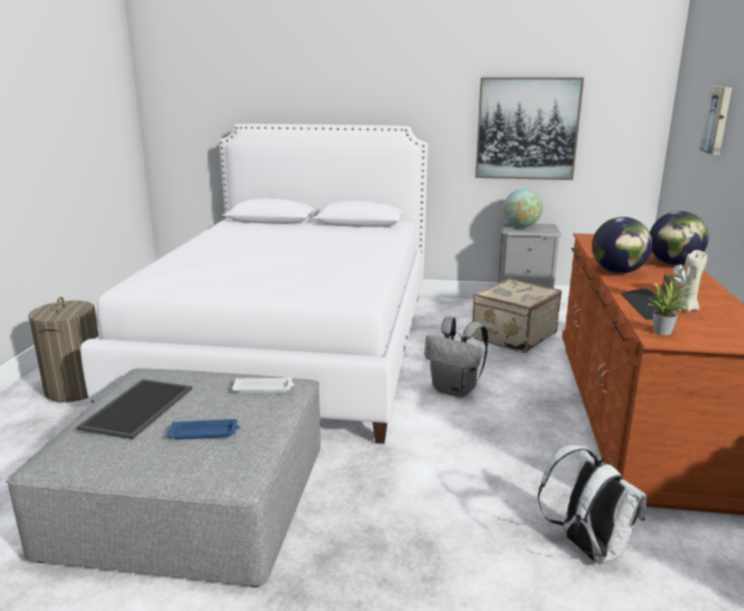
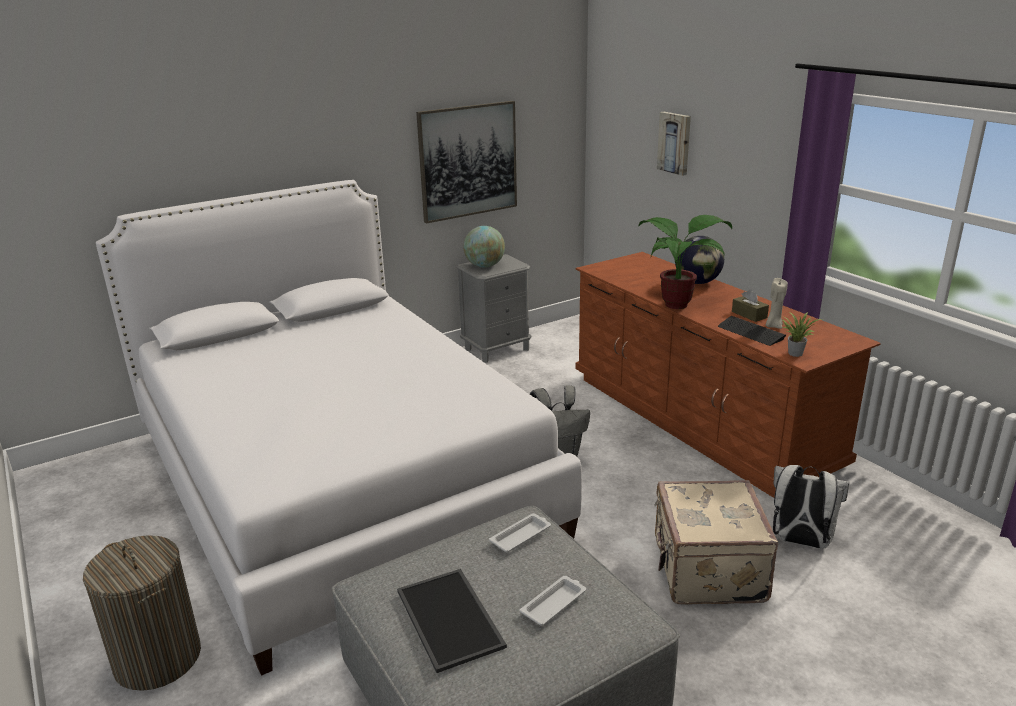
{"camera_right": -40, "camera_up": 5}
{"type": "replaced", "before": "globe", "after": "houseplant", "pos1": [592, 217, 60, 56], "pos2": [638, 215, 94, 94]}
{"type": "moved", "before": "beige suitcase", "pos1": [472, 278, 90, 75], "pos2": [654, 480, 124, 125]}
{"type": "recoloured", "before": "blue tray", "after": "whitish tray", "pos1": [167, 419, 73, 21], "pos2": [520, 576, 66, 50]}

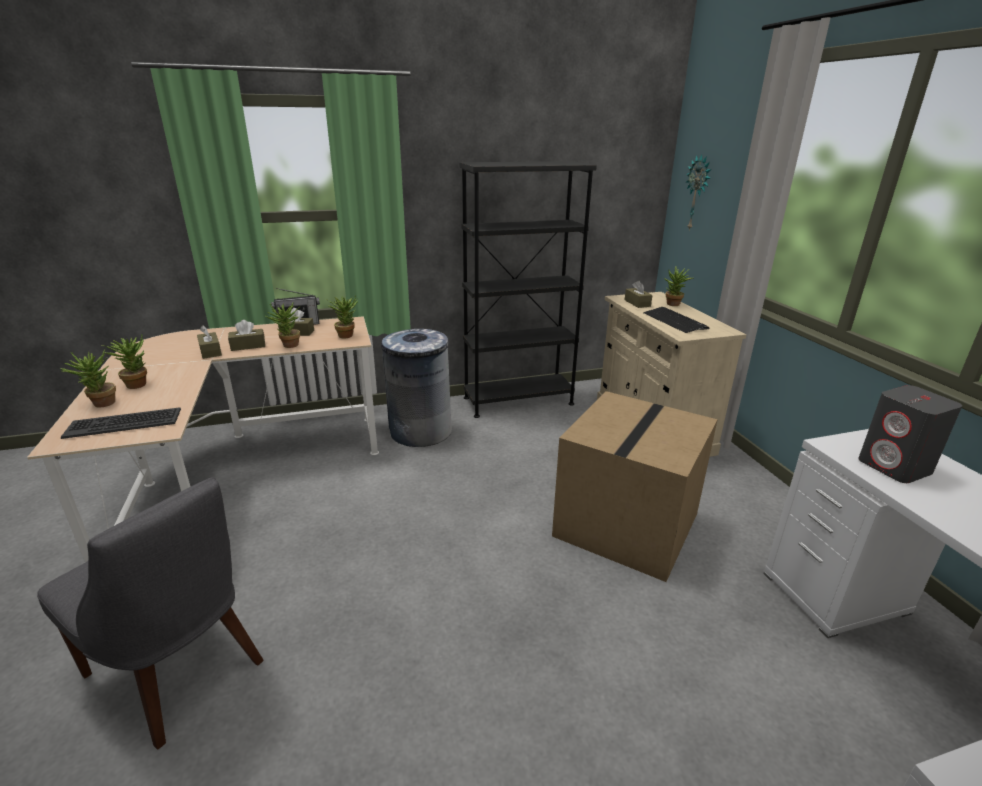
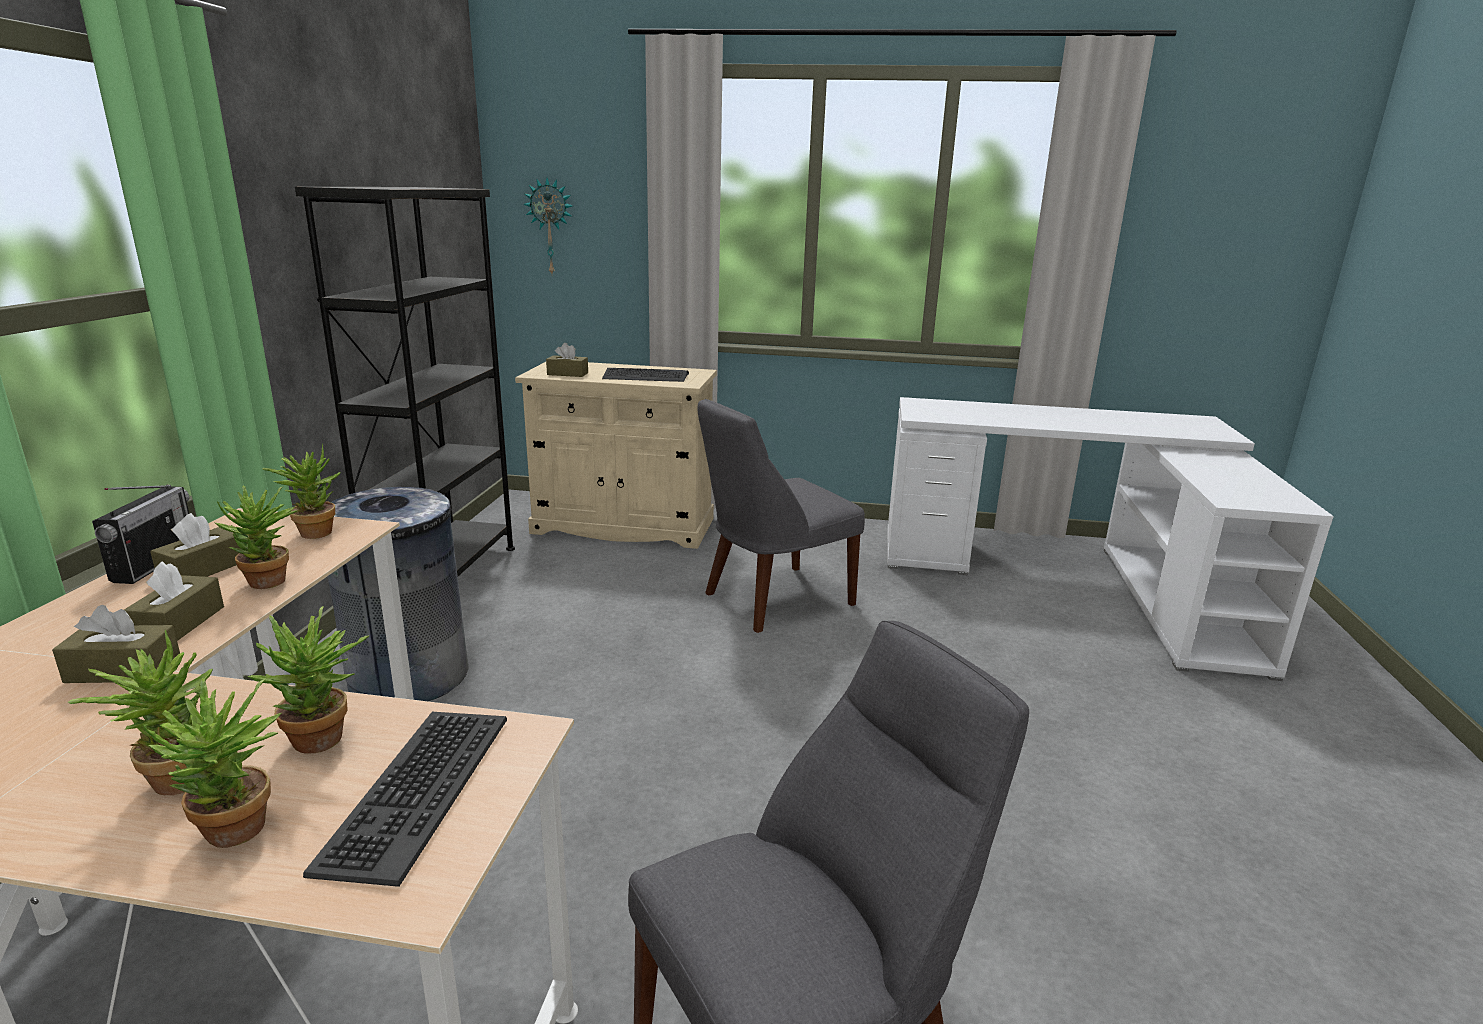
{"camera_right": -65, "camera_up": -5}
{"type": "moved", "before": "houseplant", "pos1": [663, 266, 31, 40], "pos2": [247, 606, 123, 148]}
{"type": "removed", "before": "gray loudspeaker", "pos1": [858, 385, 104, 98]}
{"type": "replaced", "before": "packing box", "after": "gray upright chair", "pos1": [552, 391, 166, 191], "pos2": [698, 399, 167, 234]}

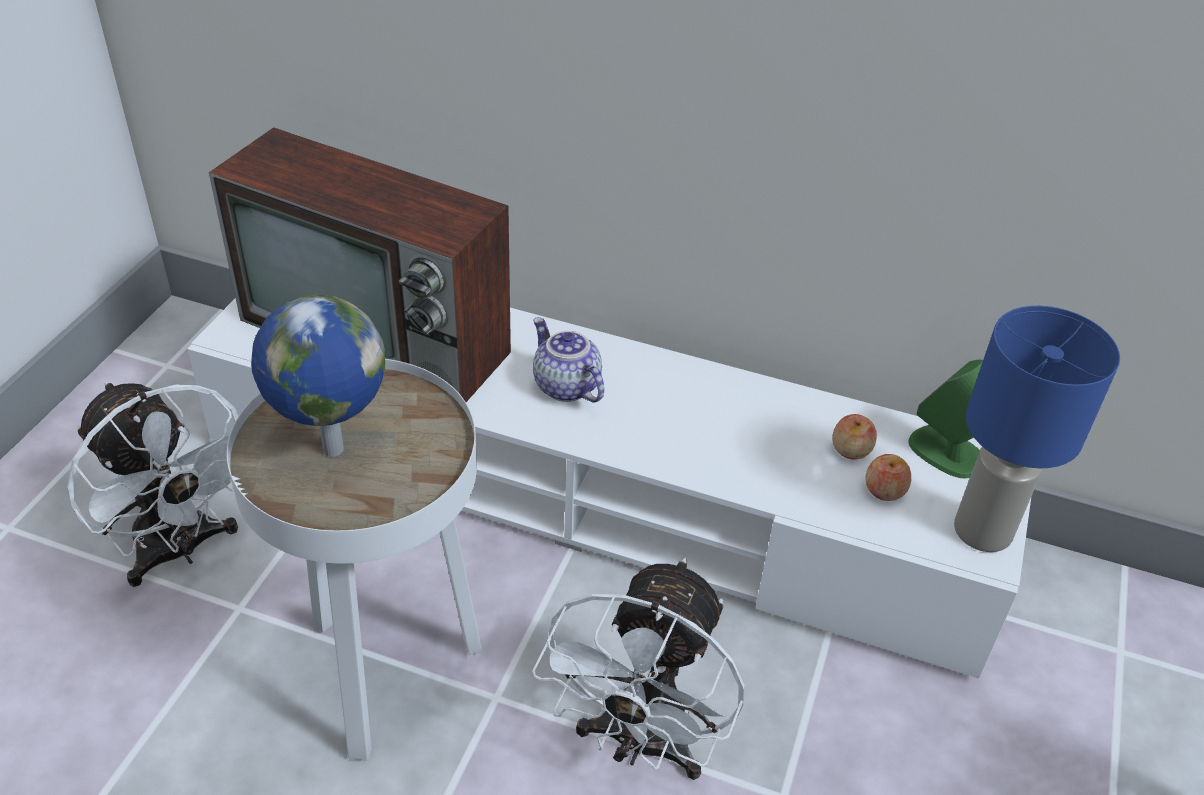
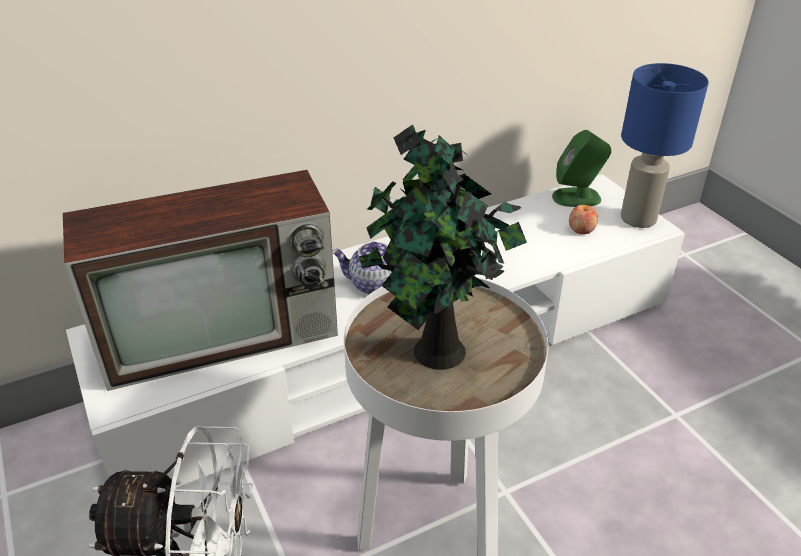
{"camera_right": -45, "camera_up": -5}
{"type": "replaced", "before": "globe", "after": "houseplant", "pos1": [251, 295, 134, 162], "pos2": [359, 124, 168, 246]}
{"type": "removed", "before": "apple fruit", "pos1": [832, 414, 45, 46]}
{"type": "removed", "before": "whitish electric fan", "pos1": [532, 558, 212, 222]}

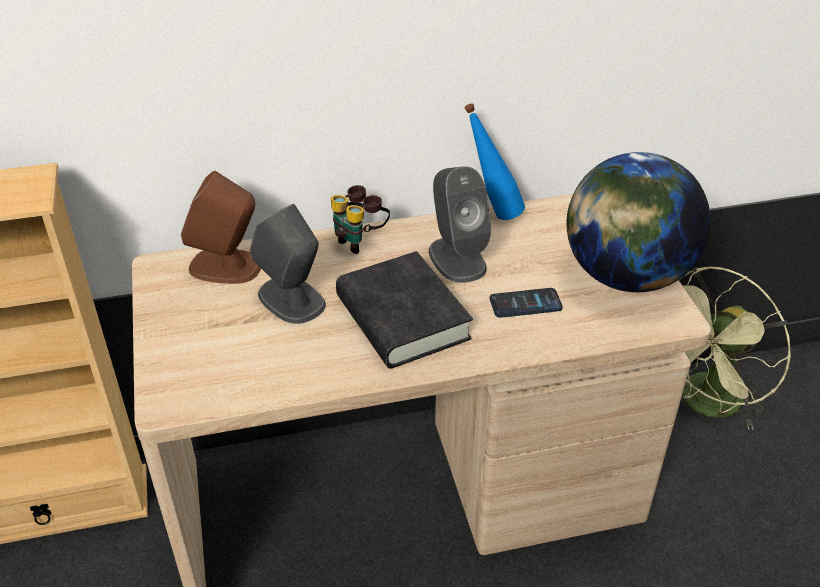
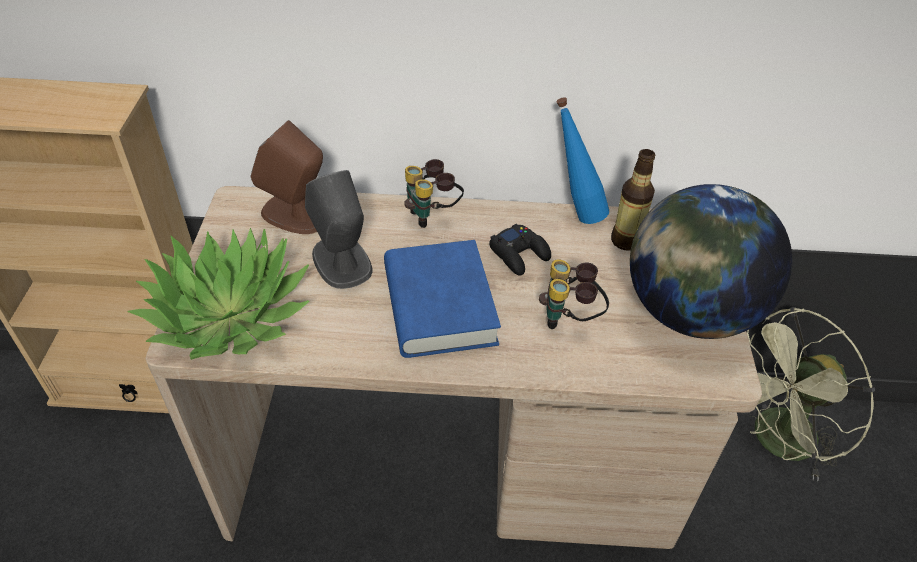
{"camera_right": 15, "camera_up": 5}
{"type": "replaced", "before": "gray loudspeaker", "after": "black game controller", "pos1": [429, 166, 62, 117], "pos2": [489, 224, 62, 52]}
{"type": "recoloured", "before": "black volume", "after": "blue volume", "pos1": [336, 251, 137, 117], "pos2": [384, 240, 117, 118]}
{"type": "replaced", "before": "telephone", "after": "binoculars", "pos1": [490, 288, 73, 30], "pos2": [539, 259, 70, 70]}
{"type": "added", "after": "bottle", "pos2": [611, 149, 44, 102]}
{"type": "added", "after": "houseplant", "pos2": [128, 228, 182, 132]}

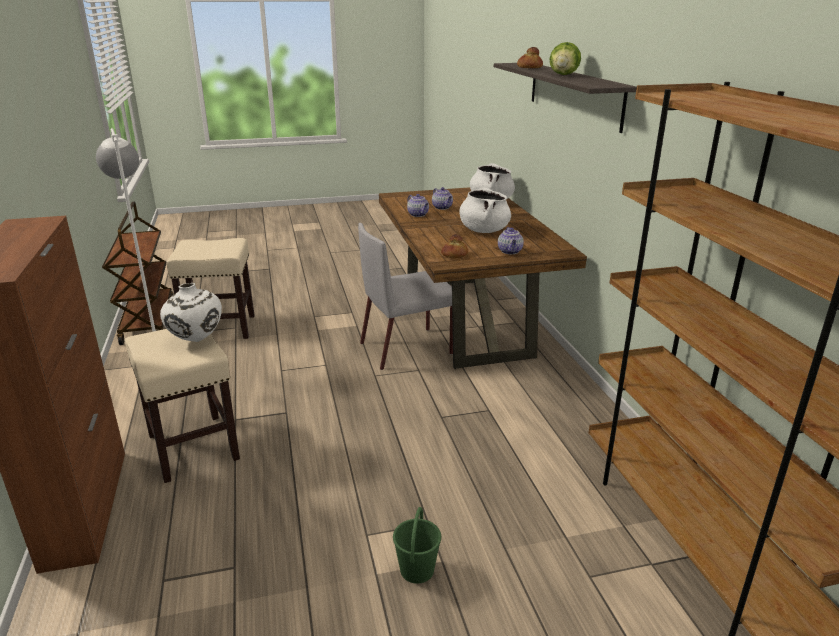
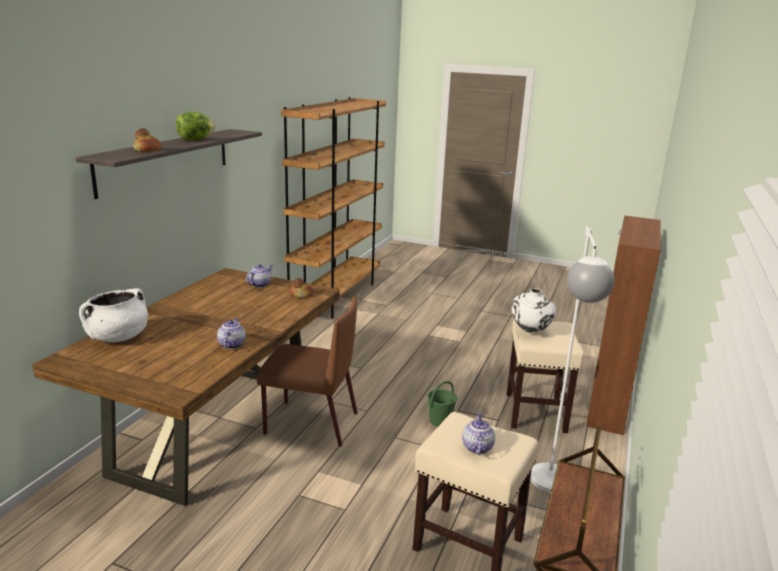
{"camera_right": -145, "camera_up": -5}
{"type": "moved", "before": "teapot", "pos1": [432, 187, 21, 23], "pos2": [462, 413, 33, 42]}
{"type": "removed", "before": "whitish cooking pot", "pos1": [459, 187, 52, 46]}
{"type": "recoloured", "before": "gray upright chair", "after": "brownish upright chair", "pos1": [358, 223, 95, 147], "pos2": [257, 296, 101, 151]}
{"type": "moved", "before": "greenish pail", "pos1": [393, 507, 48, 77], "pos2": [427, 381, 30, 46]}

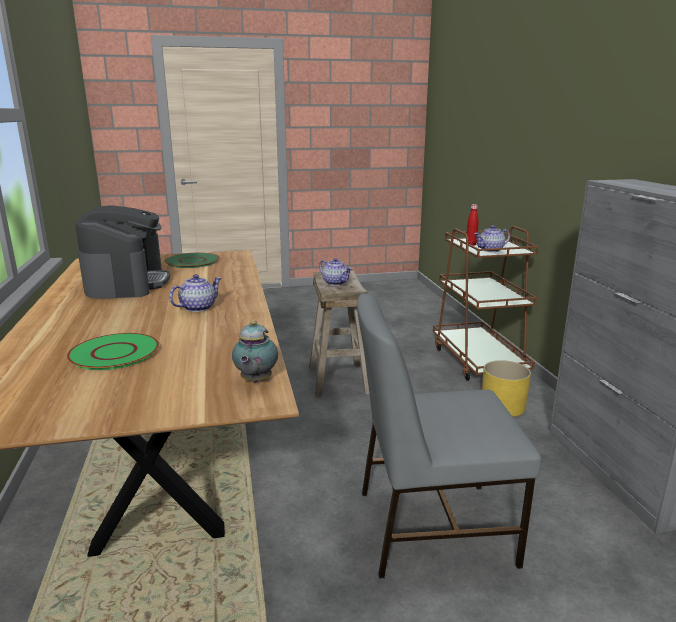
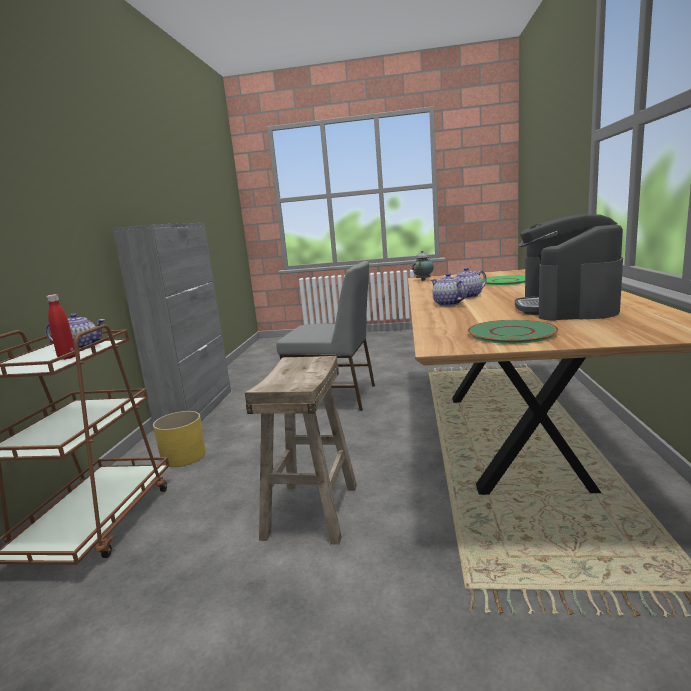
{"camera_right": -160, "camera_up": -5}
{"type": "moved", "before": "teapot", "pos1": [319, 258, 33, 28], "pos2": [431, 273, 37, 33]}

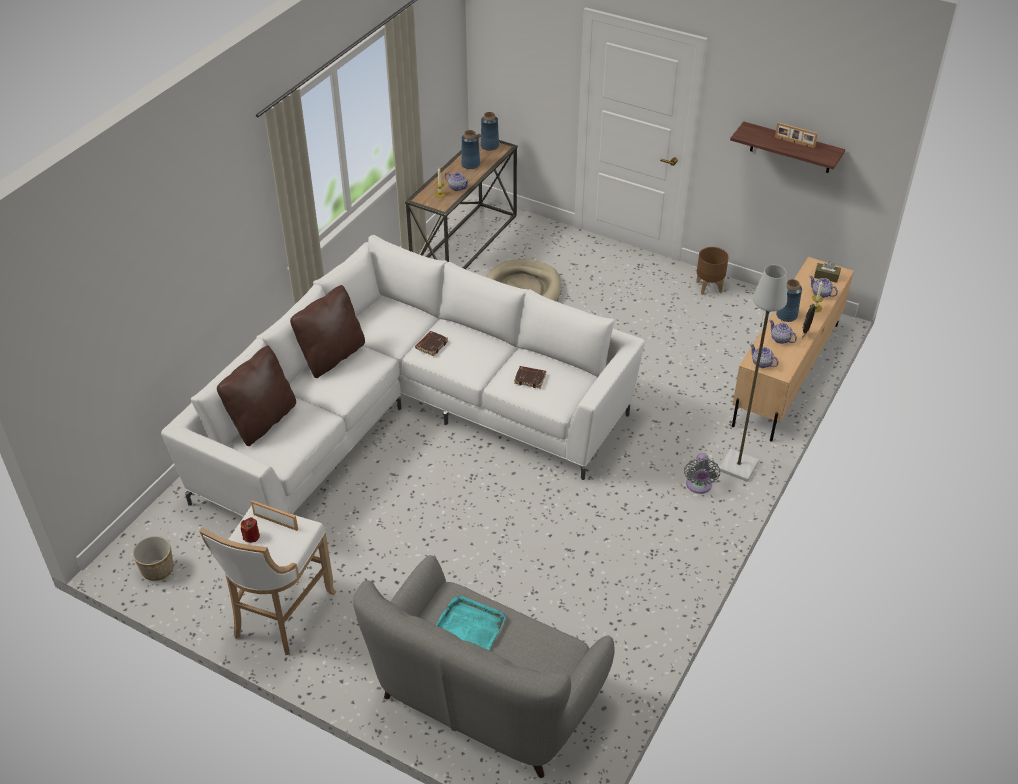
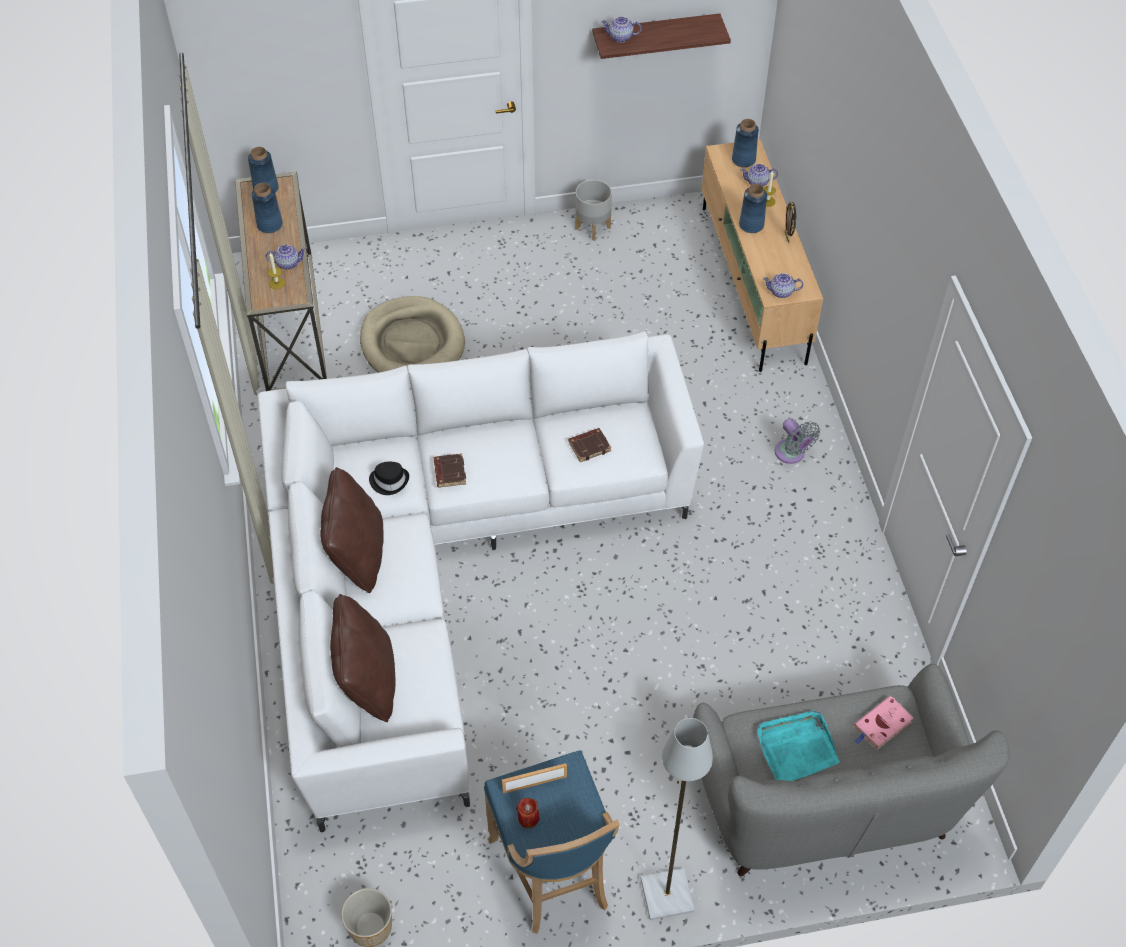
{"camera_right": -40, "camera_up": 10}
{"type": "removed", "before": "standing frame", "pos1": [775, 122, 43, 26]}
{"type": "recoloured", "before": "brownish planter", "after": "gray planter", "pos1": [696, 247, 33, 48], "pos2": [575, 180, 37, 61]}
{"type": "replaced", "before": "brownish tissue holder", "after": "blue flower vase", "pos1": [814, 262, 27, 21], "pos2": [732, 119, 27, 49]}
{"type": "moved", "before": "gray standing lamp", "pos1": [718, 265, 69, 217], "pos2": [640, 718, 73, 202]}
{"type": "moved", "before": "teapot", "pos1": [769, 320, 28, 24], "pos2": [601, 16, 41, 26]}
{"type": "recoloured", "before": "whitish stool seat", "after": "blue stool seat", "pos1": [199, 506, 137, 149], "pos2": [484, 750, 136, 184]}
{"type": "added", "after": "black wearable hat", "pos2": [369, 462, 40, 33]}
{"type": "added", "after": "pink volume", "pos2": [853, 696, 61, 54]}

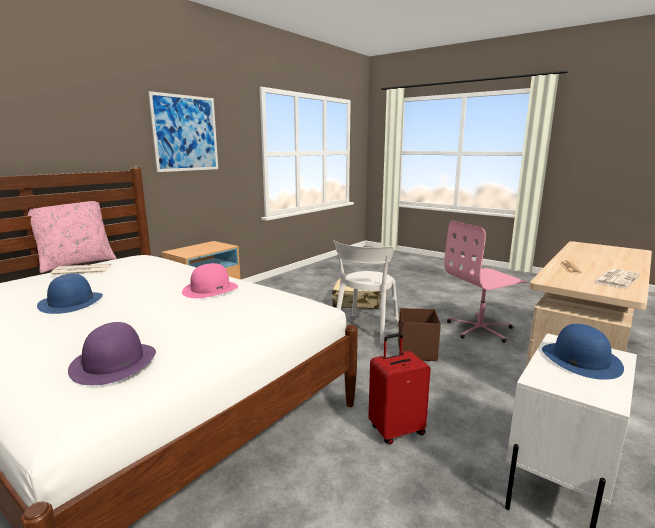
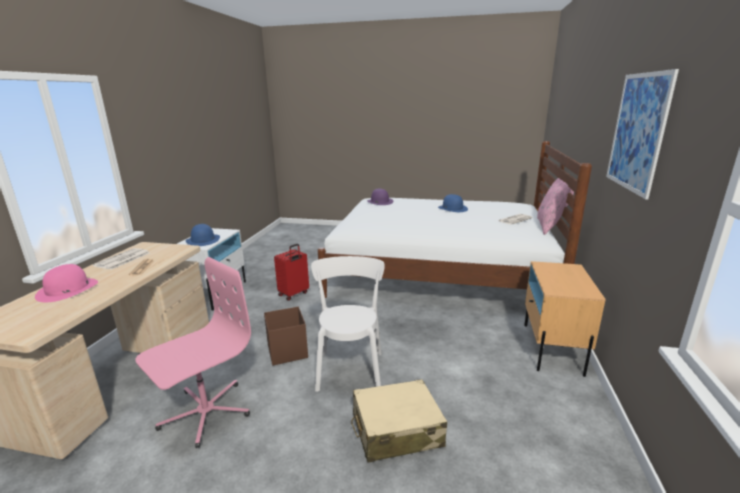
{"camera_right": 155, "camera_up": 5}
{"type": "moved", "before": "pink wearable hat", "pos1": [182, 263, 56, 35], "pos2": [35, 264, 63, 38]}

